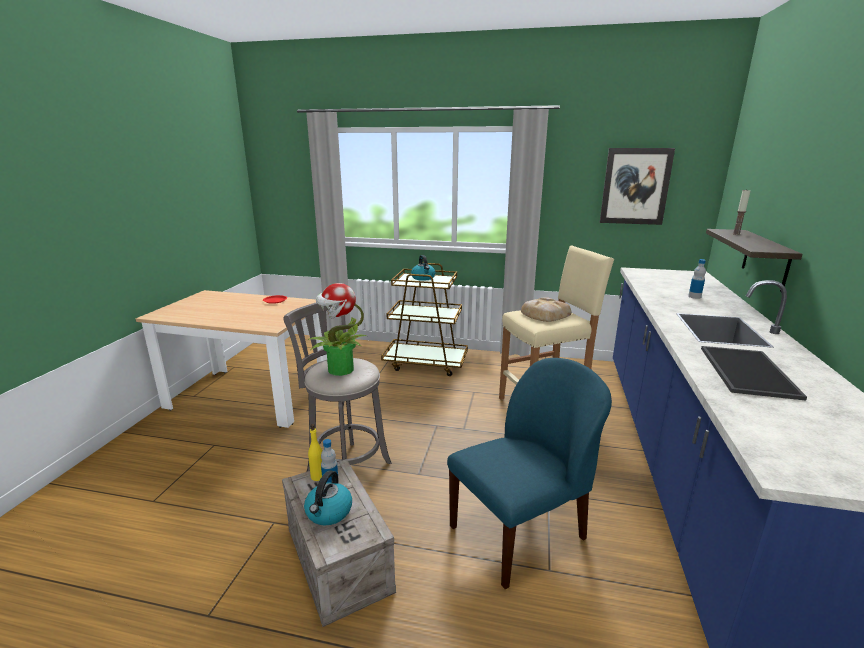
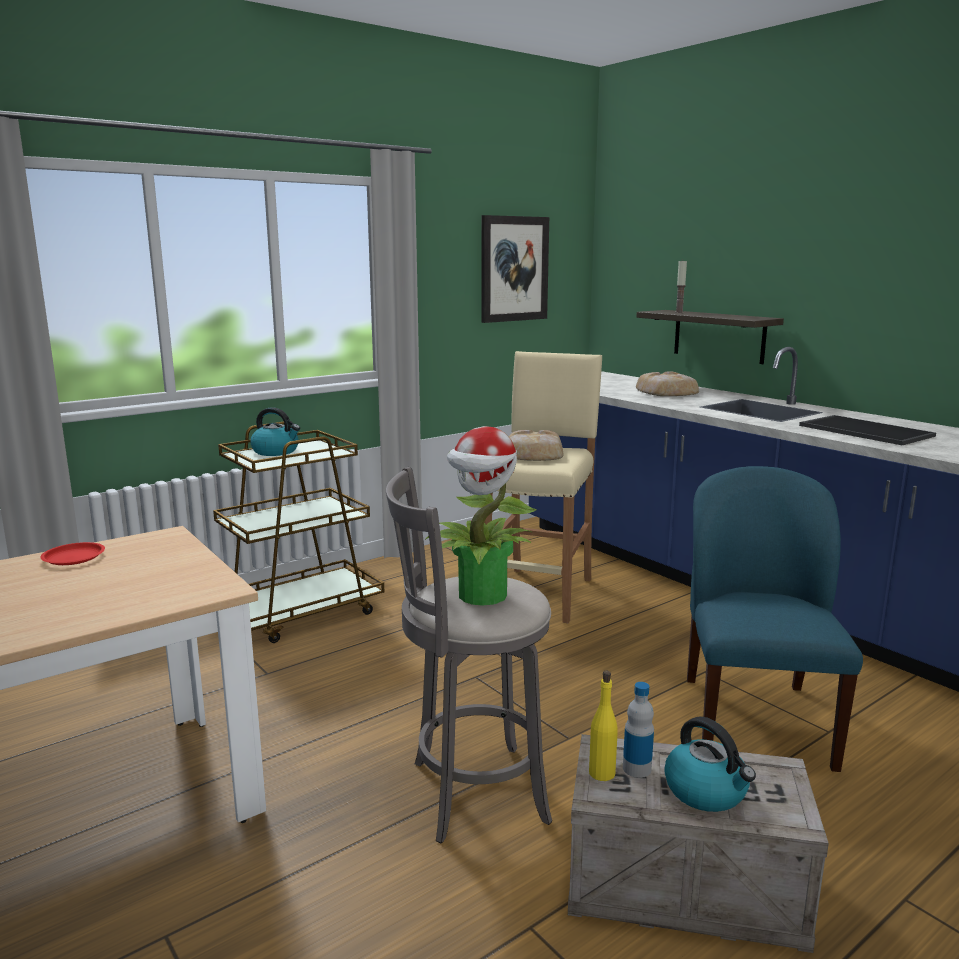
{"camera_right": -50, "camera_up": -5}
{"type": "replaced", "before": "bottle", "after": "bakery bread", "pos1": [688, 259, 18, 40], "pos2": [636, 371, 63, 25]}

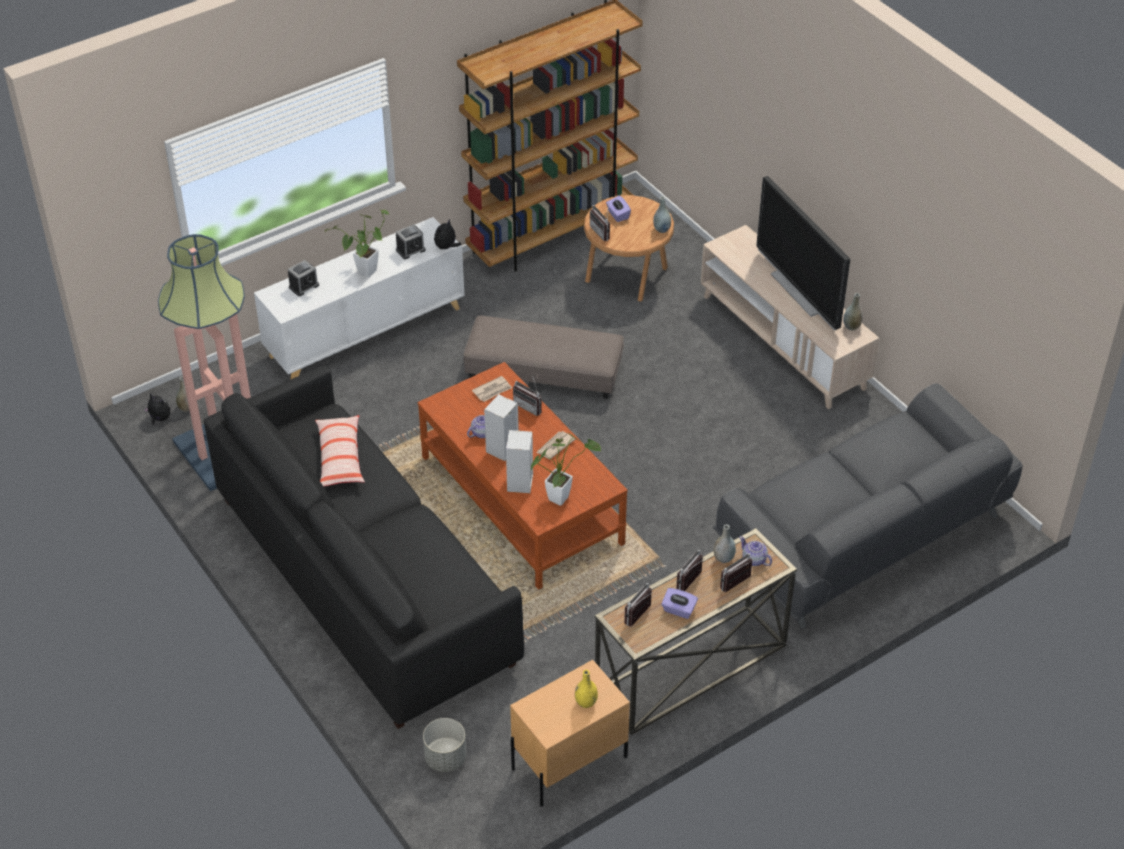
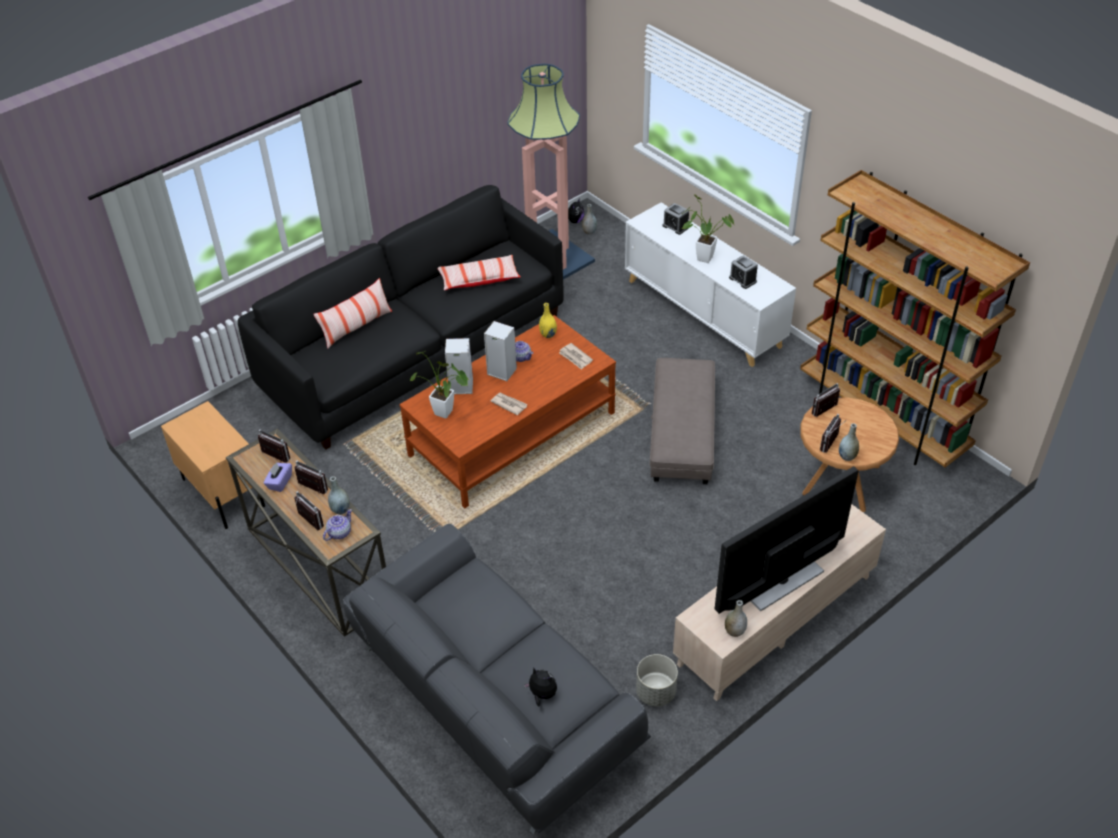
{"camera_right": 85, "camera_up": 0}
{"type": "removed", "before": "purplish tissue holder", "pos1": [606, 196, 25, 26]}
{"type": "moved", "before": "cuddly toy", "pos1": [434, 219, 27, 31], "pos2": [524, 667, 33, 40]}
{"type": "moved", "before": "radio set", "pos1": [513, 375, 29, 41], "pos2": [820, 414, 25, 39]}
{"type": "moved", "before": "yellowish flower vase", "pos1": [575, 670, 23, 38], "pos2": [539, 303, 18, 35]}
{"type": "moved", "before": "gray planter", "pos1": [423, 718, 43, 54], "pos2": [636, 654, 42, 53]}
{"type": "added", "after": "throw pillow", "pos2": [313, 278, 79, 71]}

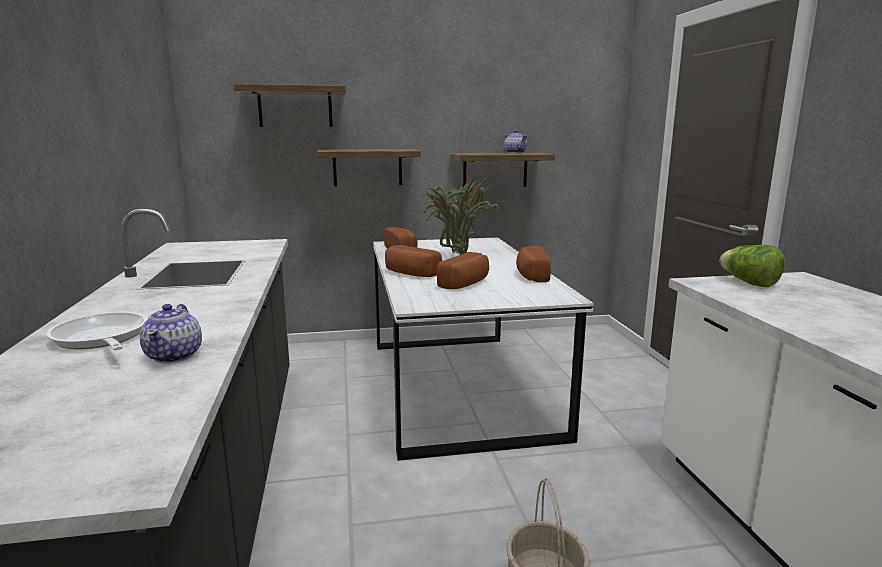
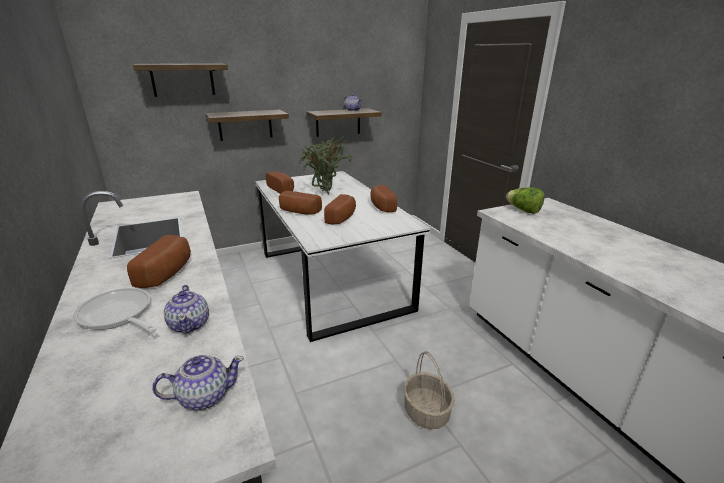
{"camera_right": -15, "camera_up": 10}
{"type": "added", "after": "bakery bread", "pos2": [127, 235, 64, 53]}
{"type": "added", "after": "teapot", "pos2": [152, 354, 92, 56]}

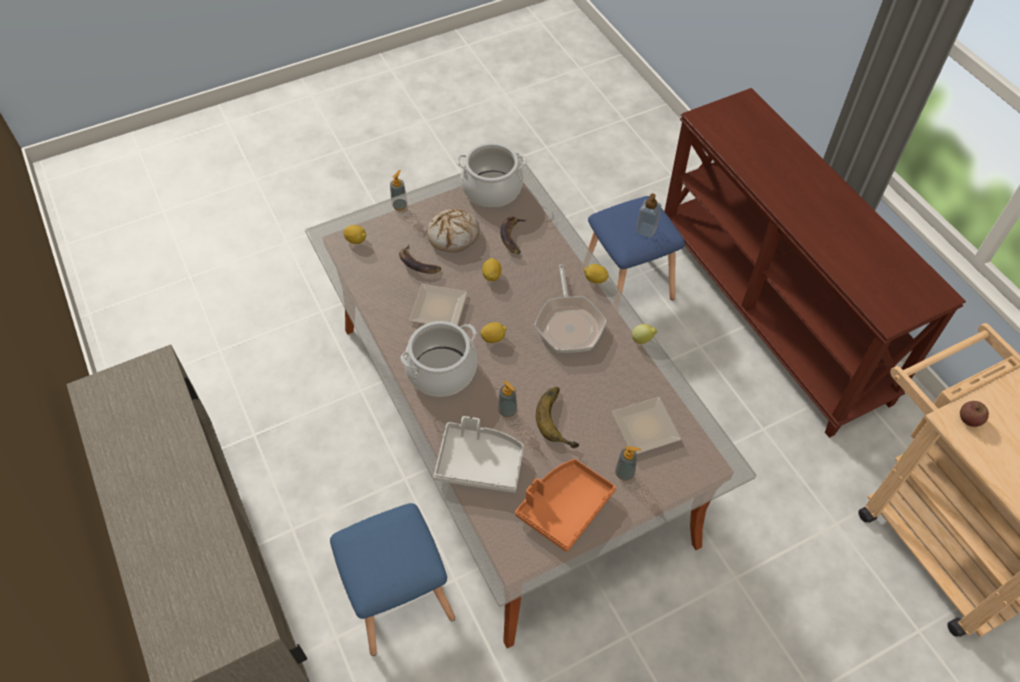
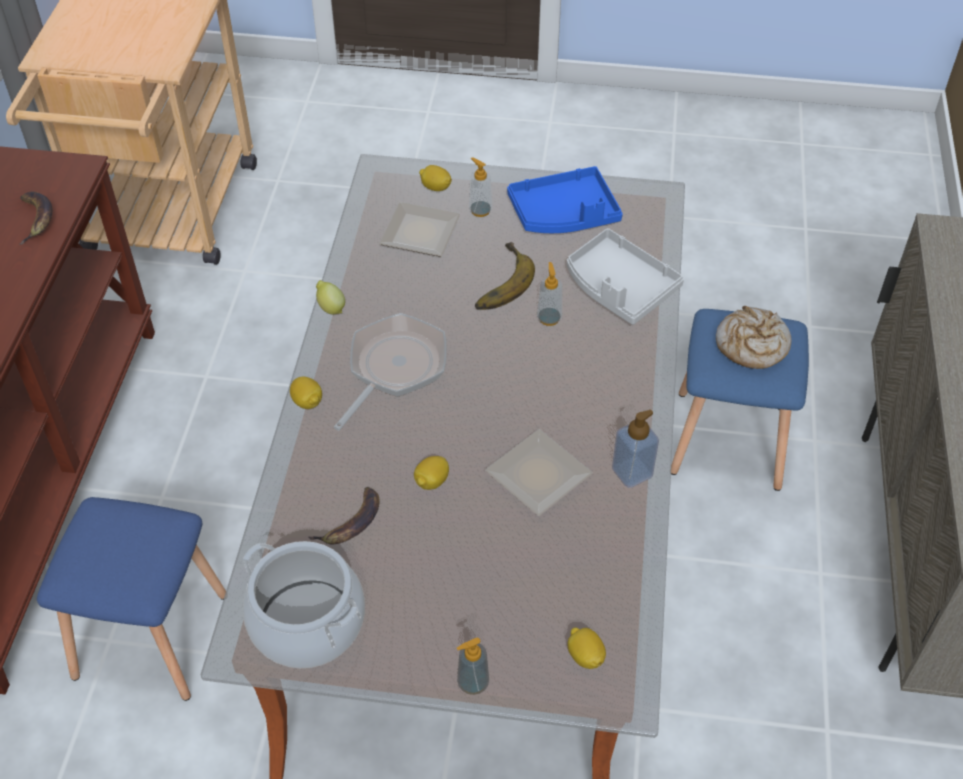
{"camera_right": -145, "camera_up": -5}
{"type": "moved", "before": "liquid soap bottle", "pos1": [636, 193, 25, 44], "pos2": [612, 410, 47, 78]}
{"type": "moved", "before": "bakery bread", "pos1": [427, 209, 53, 43], "pos2": [716, 306, 75, 63]}
{"type": "moved", "before": "banana", "pos1": [399, 245, 42, 29], "pos2": [20, 192, 32, 52]}
{"type": "removed", "before": "cooking pot", "pos1": [400, 321, 77, 76]}
{"type": "moved", "before": "lemon", "pos1": [480, 322, 27, 21], "pos2": [419, 165, 33, 26]}
{"type": "removed", "before": "apple fruit", "pos1": [960, 401, 29, 26]}
{"type": "recoloured", "before": "orange tray", "after": "blue tray", "pos1": [515, 459, 101, 93], "pos2": [507, 166, 116, 67]}

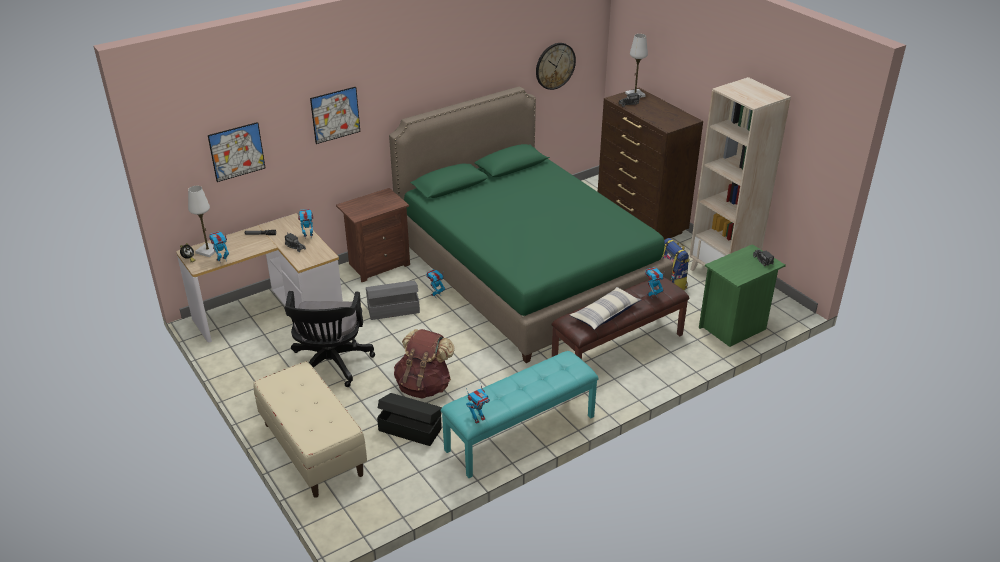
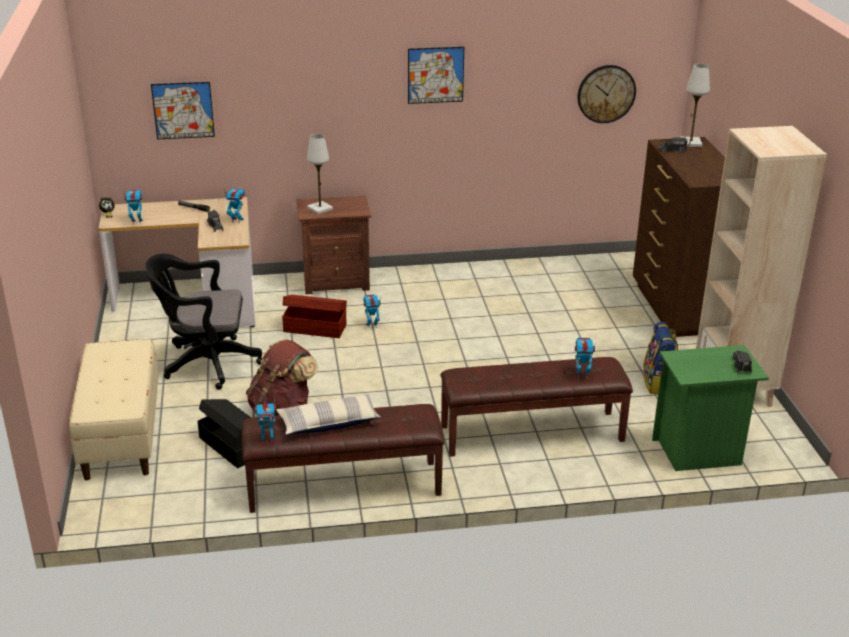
{"camera_right": 25, "camera_up": -5}
{"type": "moved", "before": "wall picture", "pos1": [310, 86, 50, 58], "pos2": [408, 47, 56, 57]}
{"type": "removed", "before": "greenish sleeping bed", "pos1": [389, 87, 284, 276]}
{"type": "moved", "before": "whitish table lamp", "pos1": [188, 186, 28, 71], "pos2": [307, 134, 26, 80]}
{"type": "recoloured", "before": "gray storage container", "after": "brownish storage container", "pos1": [366, 281, 54, 39], "pos2": [282, 295, 65, 43]}
{"type": "moved", "before": "throw pillow", "pos1": [570, 287, 71, 43], "pos2": [276, 394, 105, 41]}
{"type": "turned", "before": "black computer chair", "pos1": [284, 291, 91, 96], "pos2": [145, 254, 117, 136], "turn": 60}
{"type": "recoloured", "before": "blue-green long seat", "after": "brownish long seat", "pos1": [441, 351, 158, 127], "pos2": [242, 404, 202, 109]}

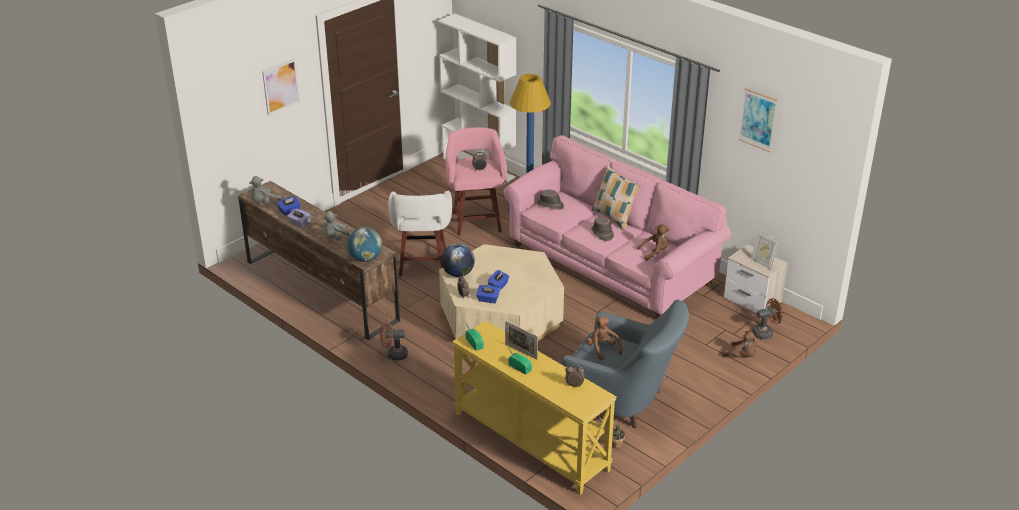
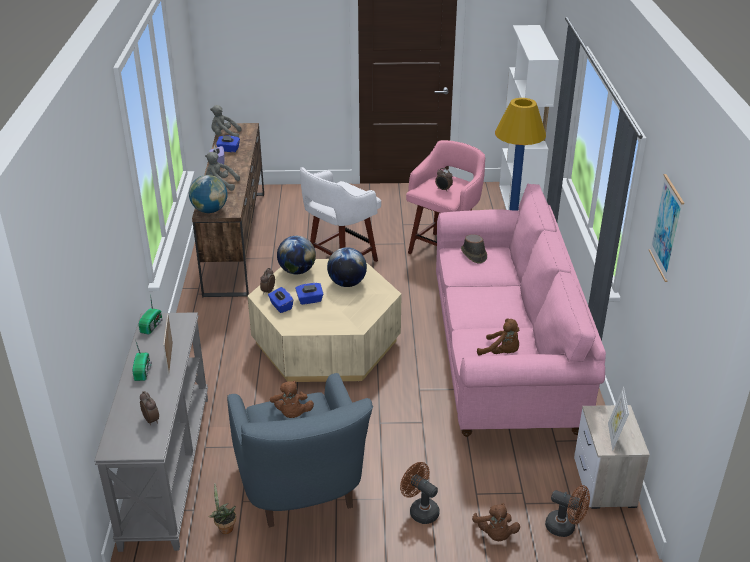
{"camera_right": 45, "camera_up": 0}
{"type": "removed", "before": "wall picture", "pos1": [262, 59, 38, 56]}
{"type": "removed", "before": "throw pillow", "pos1": [592, 165, 48, 66]}
{"type": "removed", "before": "brownish wearable hat", "pos1": [591, 217, 23, 24]}
{"type": "turned", "before": "brownish cuddly toy", "pos1": [586, 316, 36, 44], "pos2": [270, 381, 44, 37], "turn": 150}
{"type": "moved", "before": "brownish electric fan", "pos1": [380, 321, 28, 40], "pos2": [400, 462, 40, 62]}
{"type": "recoloured", "before": "yellowish console table", "after": "gray console table", "pos1": [452, 321, 165, 174], "pos2": [94, 312, 114, 240]}
{"type": "added", "after": "globe", "pos2": [327, 247, 40, 40]}

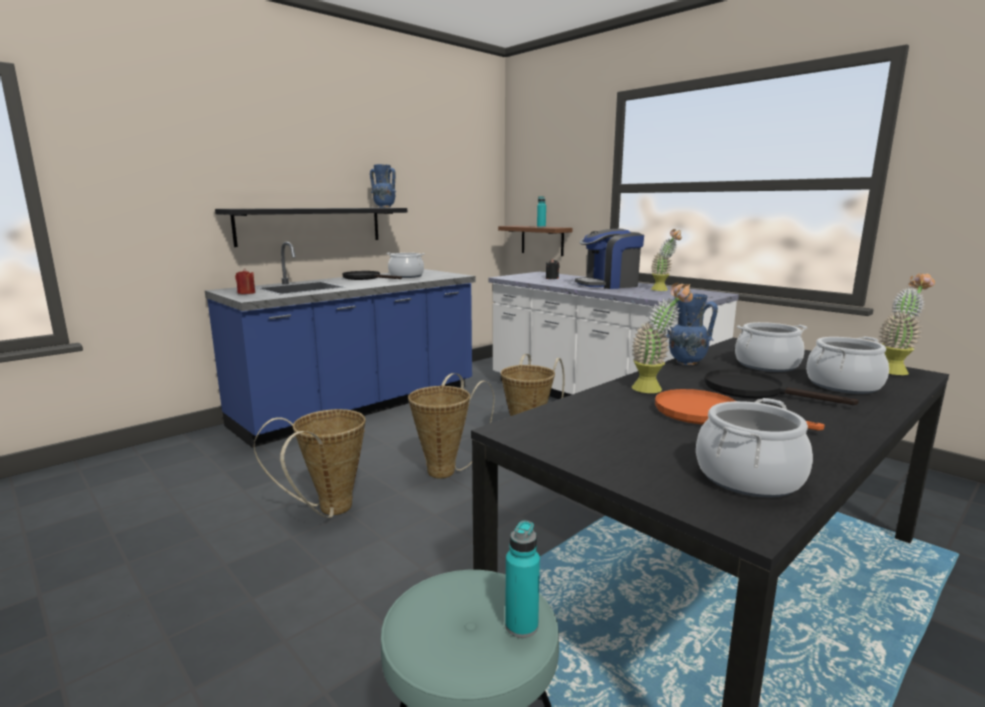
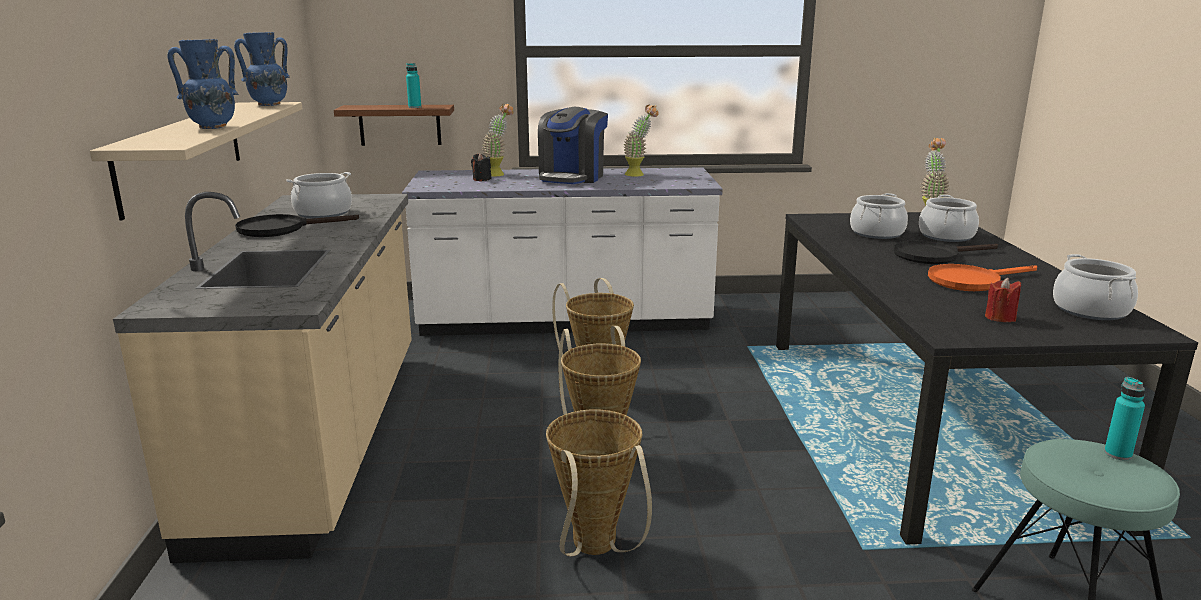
{"camera_right": -50, "camera_up": 5}
{"type": "recoloured", "before": "black wall shelf", "after": "beige wall shelf", "pos1": [215, 208, 192, 39], "pos2": [90, 102, 213, 119]}
{"type": "recoloured", "before": "blue counter", "after": "beige counter", "pos1": [205, 242, 271, 206], "pos2": [113, 192, 299, 371]}
{"type": "moved", "before": "red-coloured wax candle", "pos1": [235, 269, 20, 25], "pos2": [985, 278, 36, 44]}
{"type": "moved", "before": "houseplant", "pos1": [632, 283, 61, 110], "pos2": [482, 104, 32, 72]}
{"type": "moved", "before": "blue flower vase", "pos1": [666, 294, 52, 71], "pos2": [167, 39, 72, 90]}

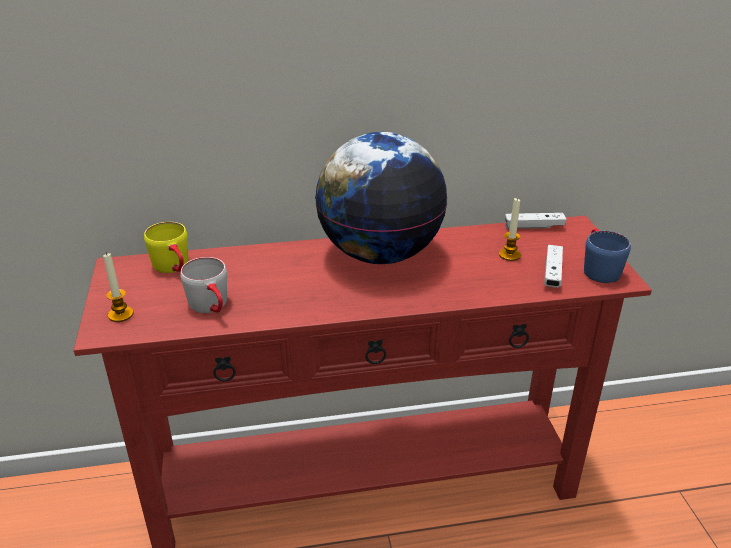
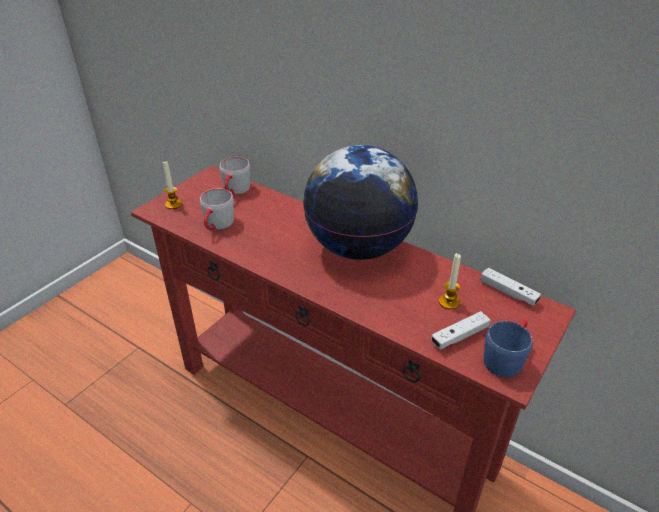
{"camera_right": 45, "camera_up": 5}
{"type": "recoloured", "before": "yellowish coffee mug", "after": "gray coffee mug", "pos1": [144, 222, 44, 51], "pos2": [219, 157, 31, 37]}

